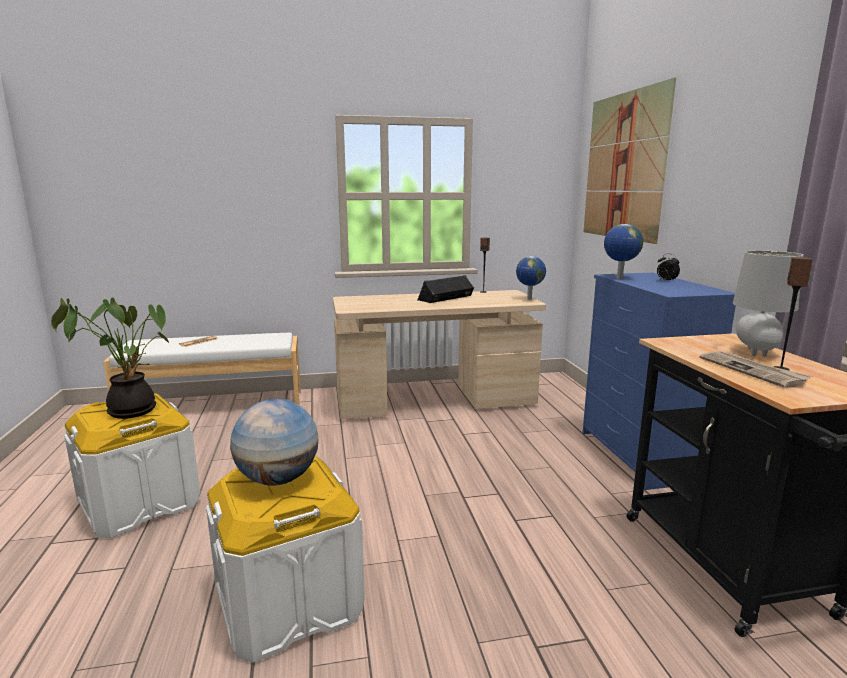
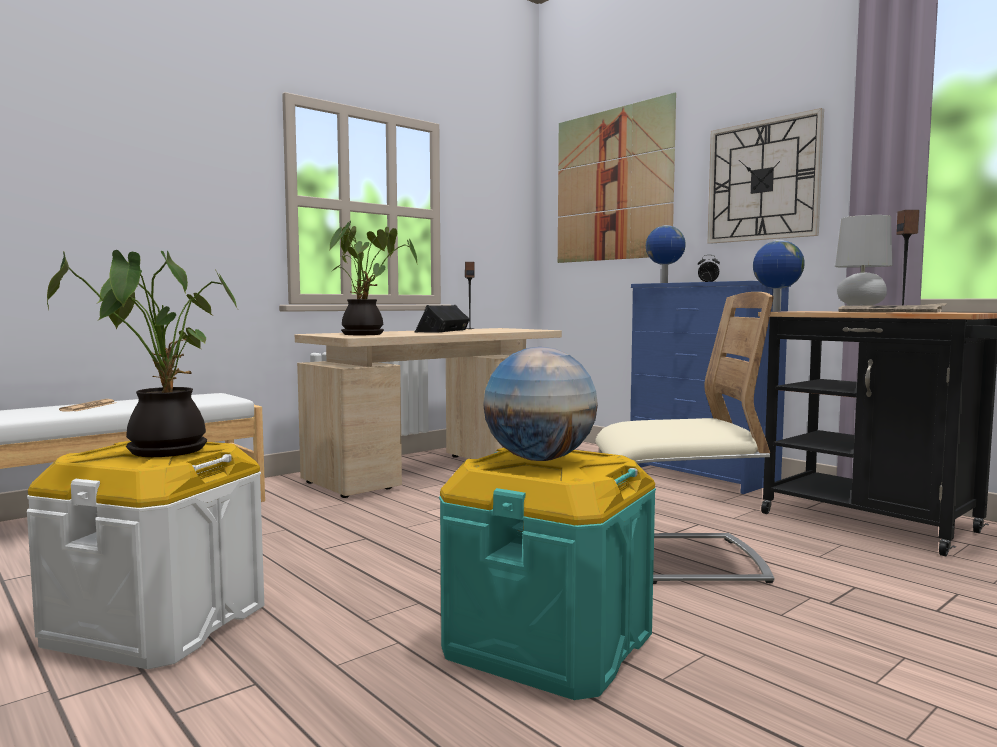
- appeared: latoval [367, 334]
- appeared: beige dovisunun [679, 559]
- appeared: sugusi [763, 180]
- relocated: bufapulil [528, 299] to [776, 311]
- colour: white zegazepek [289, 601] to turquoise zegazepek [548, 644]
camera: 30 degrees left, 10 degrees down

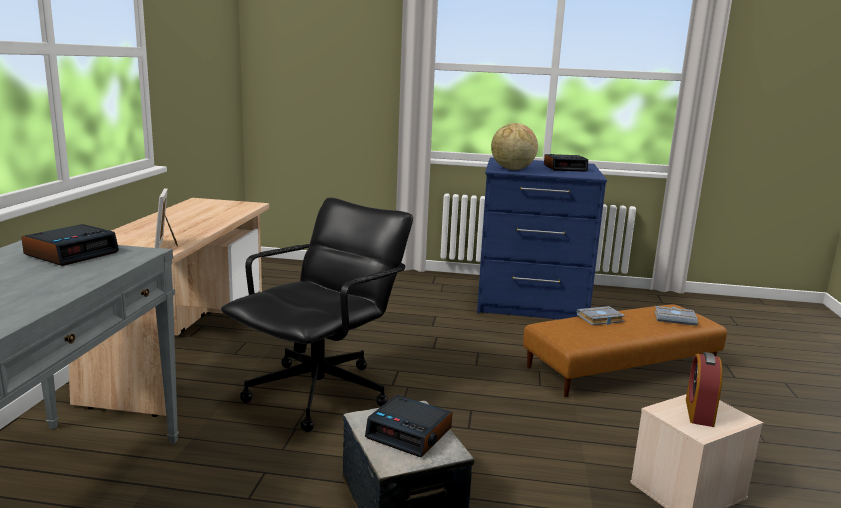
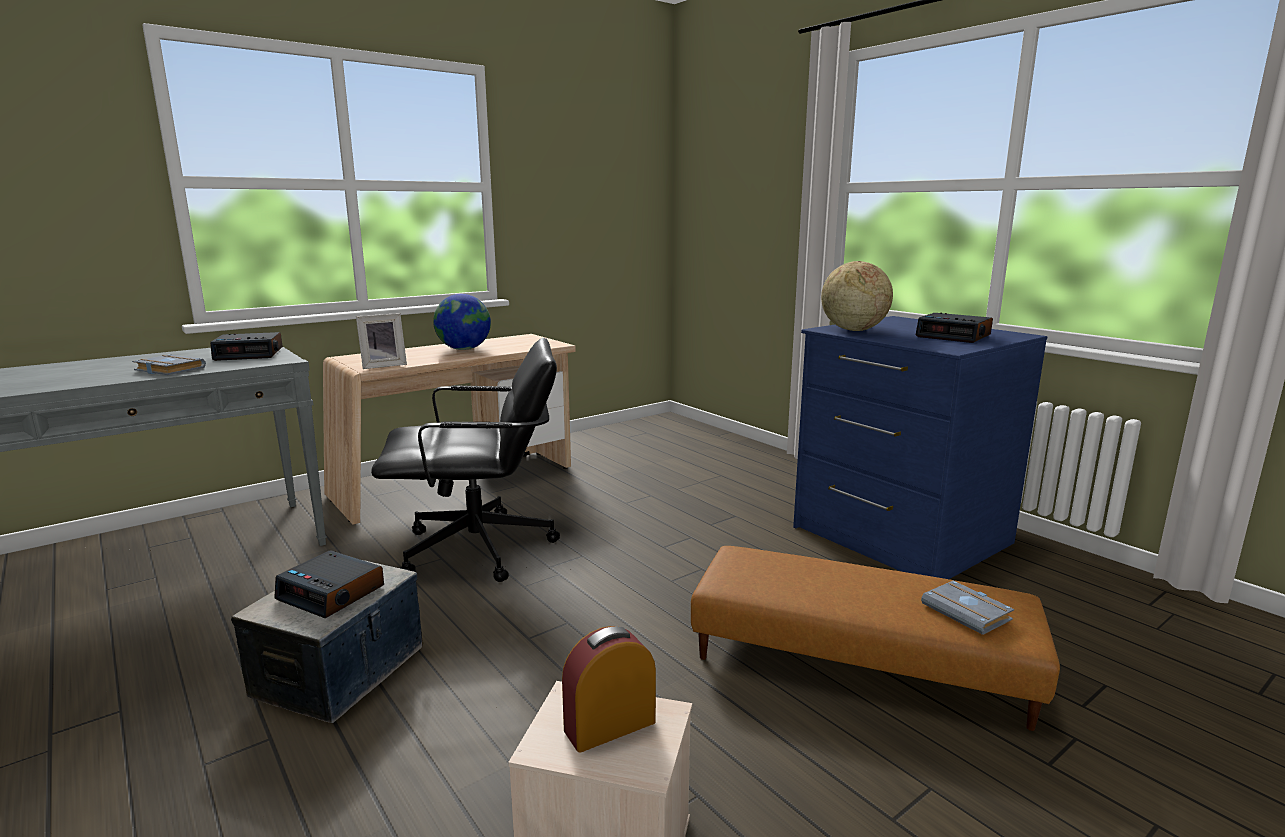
- appeared: bufapulil [464, 349]
- relocated: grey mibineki [600, 319] to [167, 370]
- spun: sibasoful [167, 245] = [383, 365] 150 degrees counterclockwise
- spun: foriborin [410, 433] = [332, 593] 45 degrees counterclockwise
camera: 45 degrees right, 0 degrees up

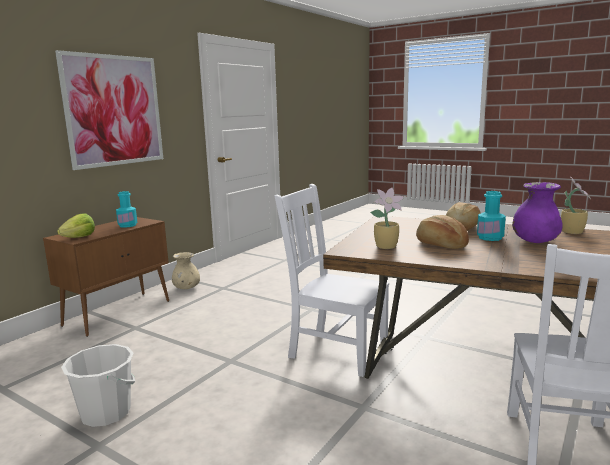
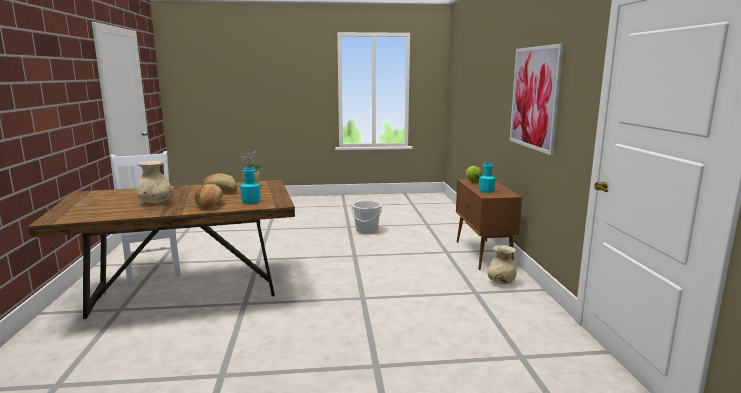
- missing: white dovisunun [335, 350]
- missing: latoval [572, 232]
- relocated: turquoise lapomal [490, 238] to [250, 201]
- colour: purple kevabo [535, 241] to beige kevabo [155, 203]
camera: 140 degrees right, 0 degrees up

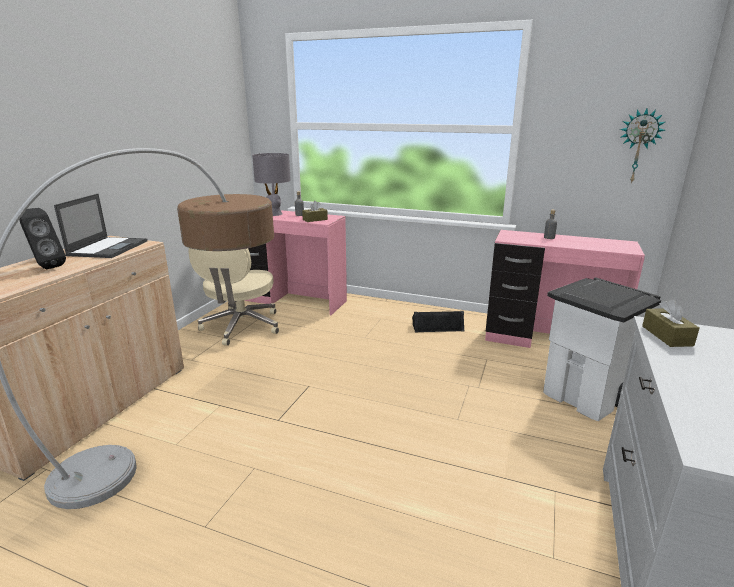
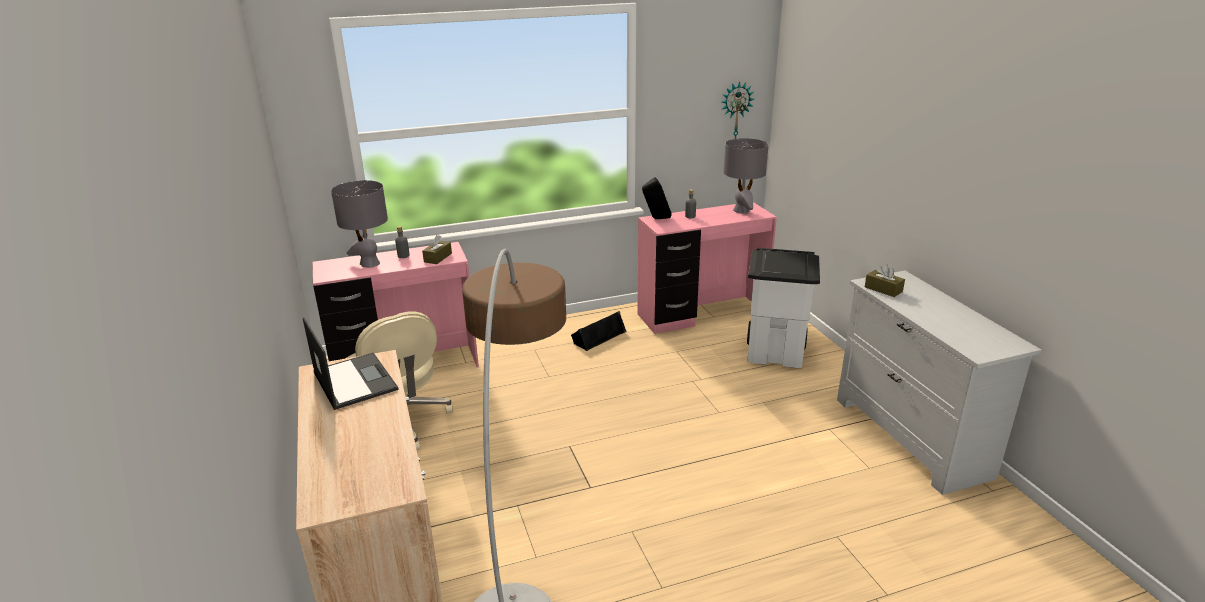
- appeared: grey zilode [741, 210]
- relocated: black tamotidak [46, 267] to [656, 219]
camera: 40 degrees left, 5 degrees up

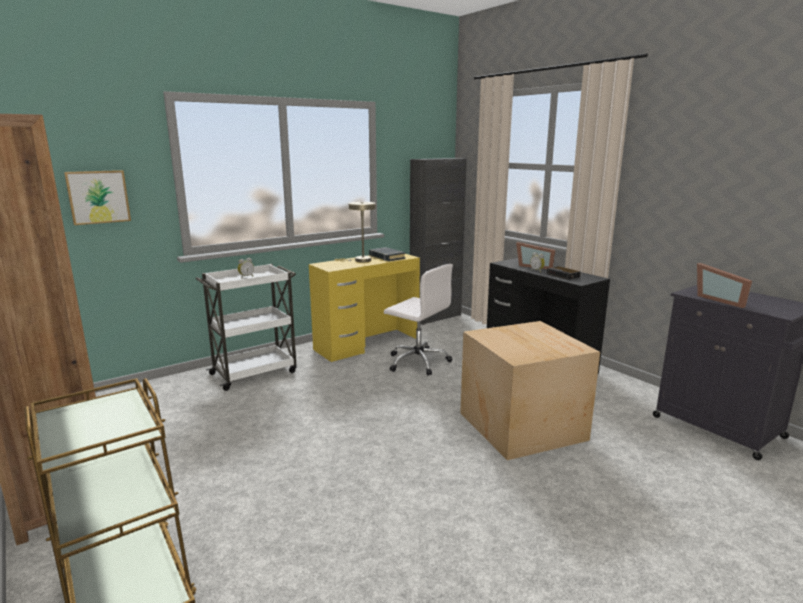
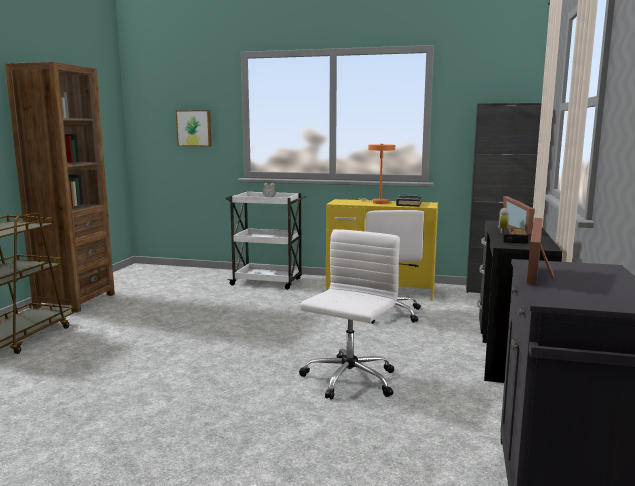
- exchanged: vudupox [522, 425] to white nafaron [348, 380]
- colour: beige zilode [359, 260] to orange zilode [377, 202]
camera: 50 degrees right, 5 degrees down

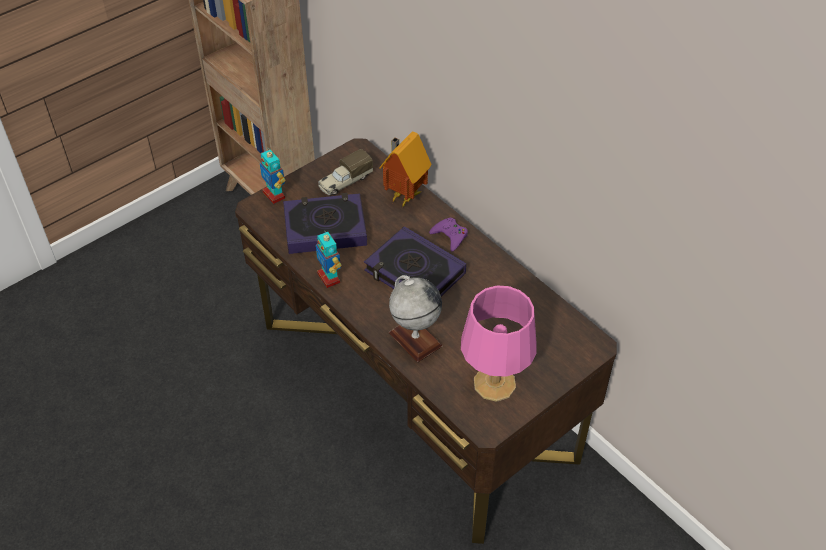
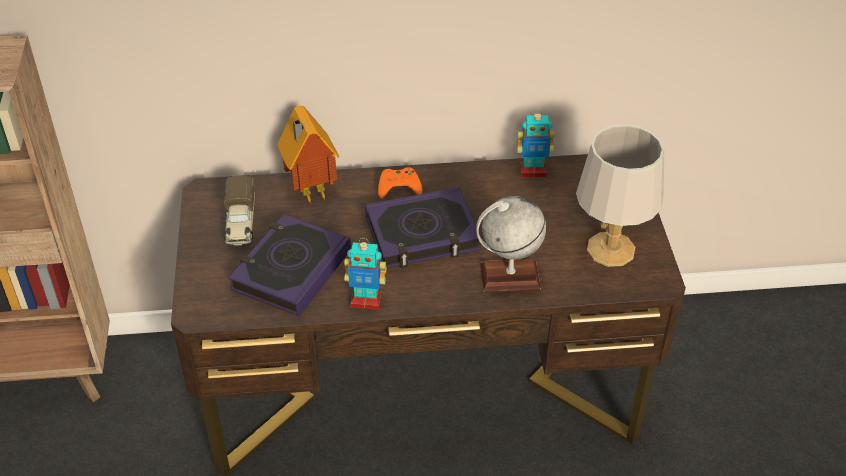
- relocated: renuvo [274, 195] to [533, 171]
- colour: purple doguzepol [450, 236] to orange doguzepol [399, 187]
- colour: pink zilode [495, 384] to grey zilode [612, 249]
camera: 55 degrees left, 5 degrees down

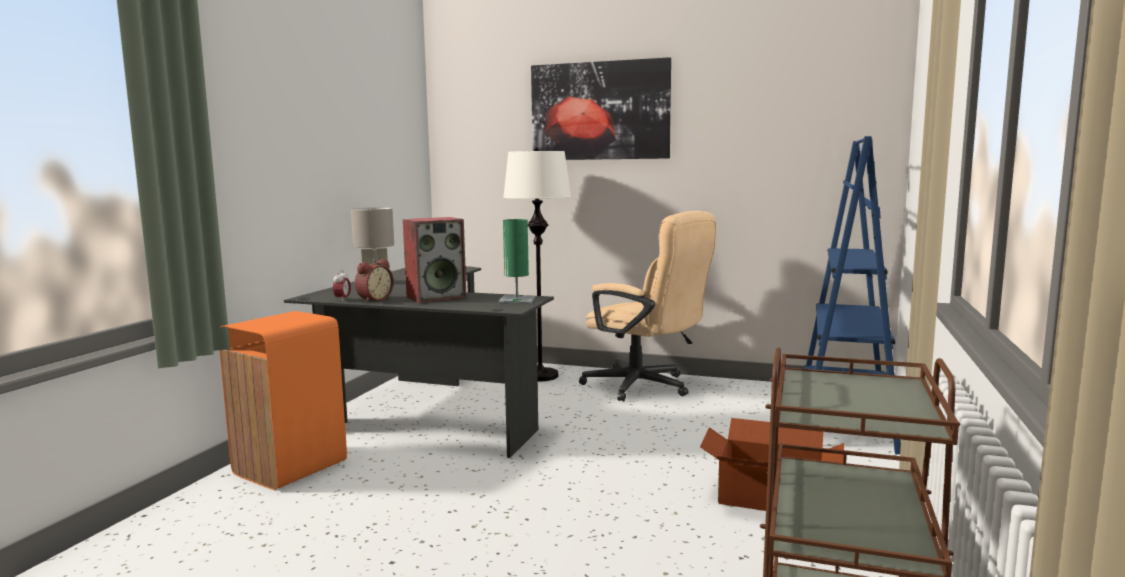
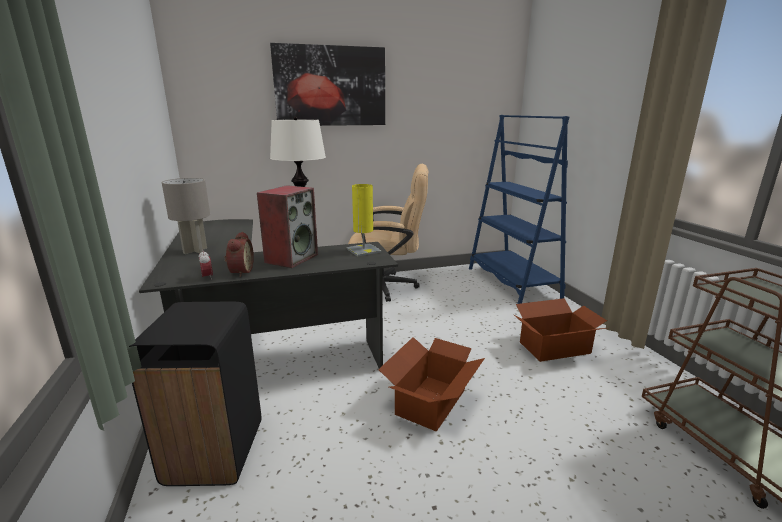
- appeared: vudupox [430, 402]
- colour: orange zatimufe [289, 467] to black zatimufe [213, 453]
- colour: green zilode [517, 300] to yellow zilode [363, 250]
camera: 35 degrees left, 10 degrees up

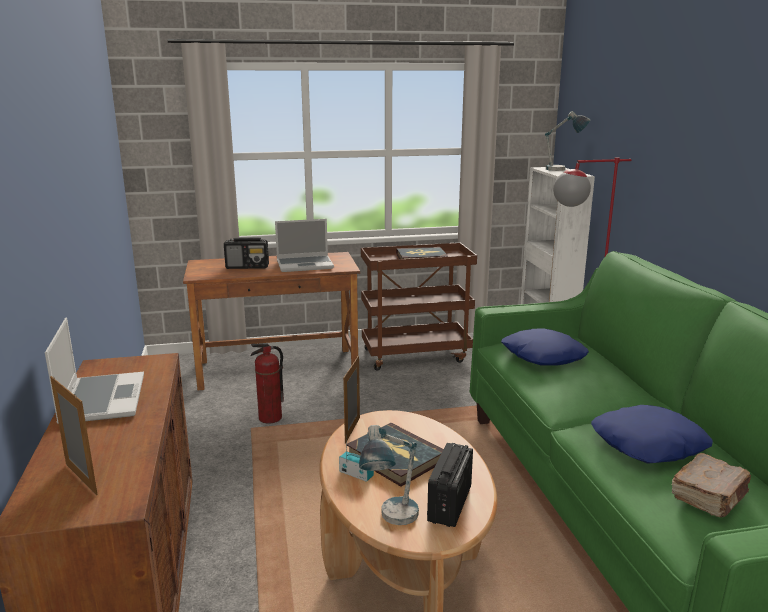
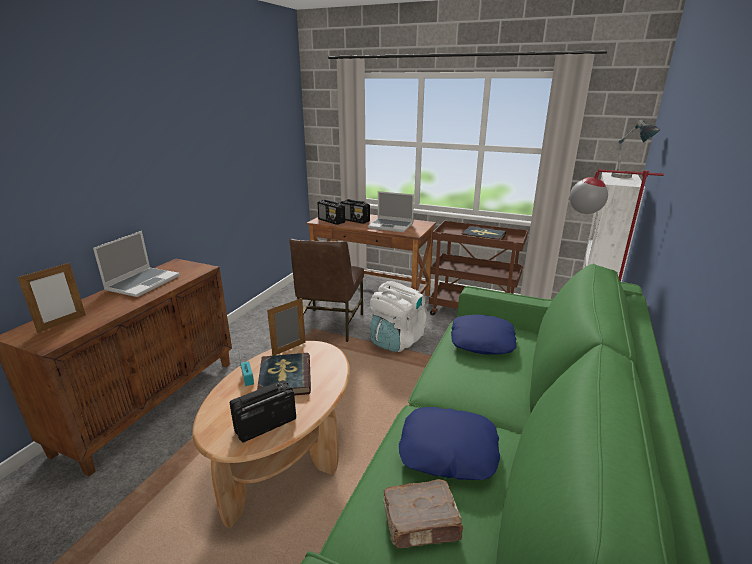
- missing: zilode [391, 522]
- appeared: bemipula [331, 221]
- appeared: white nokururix [396, 340]
- exchanged: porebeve [270, 418] to brown dovisunun [330, 326]
- spun: sibasoful [81, 479] = [62, 323] 45 degrees clockwise
camera: 35 degrees right, 5 degrees up

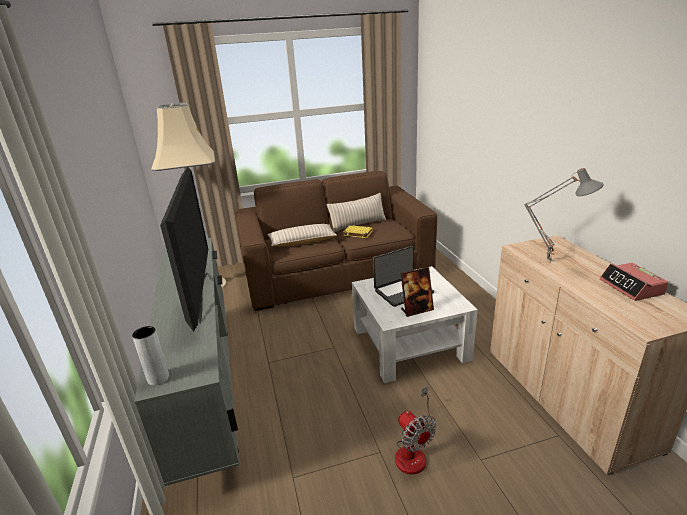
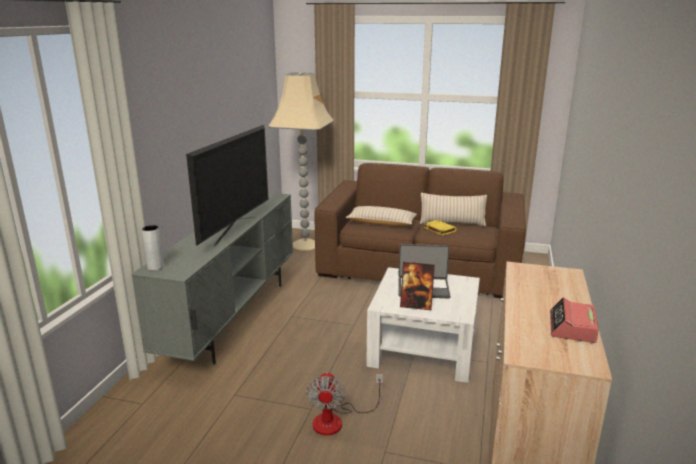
- missing: grey zilode [550, 261]
camera: 30 degrees right, 5 degrees down

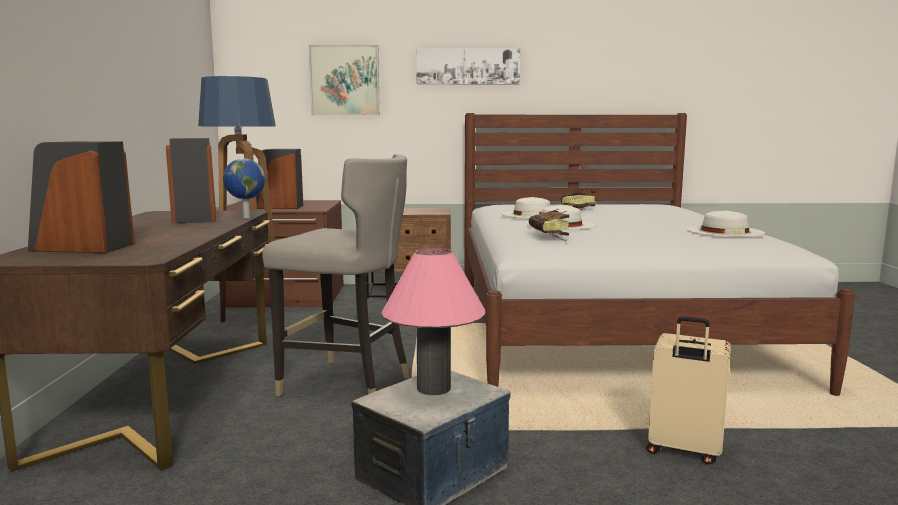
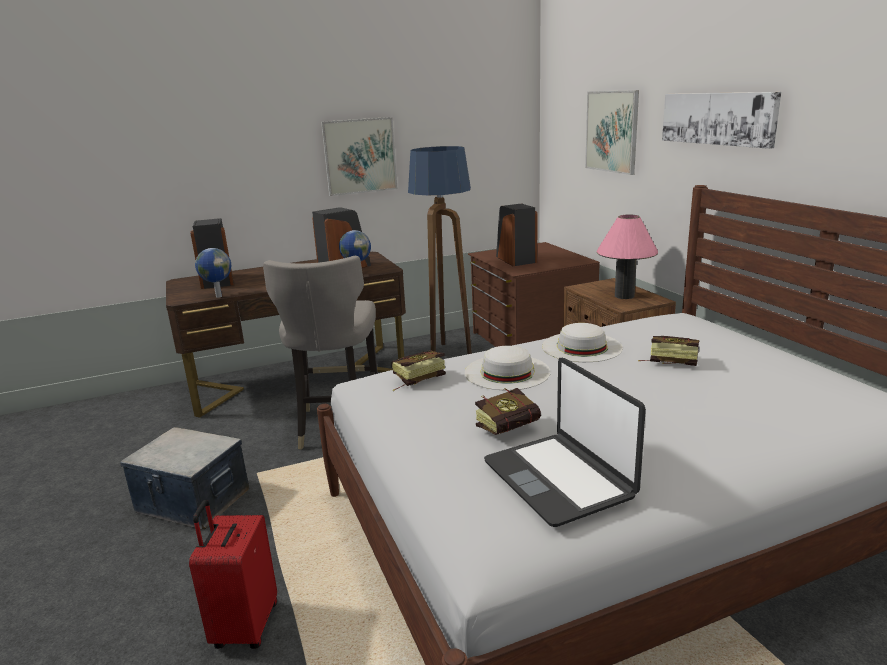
- appeared: bufapulil [218, 296]
- appeared: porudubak [360, 156]
- appeared: mibineki [513, 428]
- relocated: pink zilode [433, 388] to [624, 296]
- exchanged: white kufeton [724, 231] to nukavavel [559, 478]
- colour: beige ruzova [683, 451] to red ruzova [244, 626]
camera: 70 degrees right, 10 degrees up

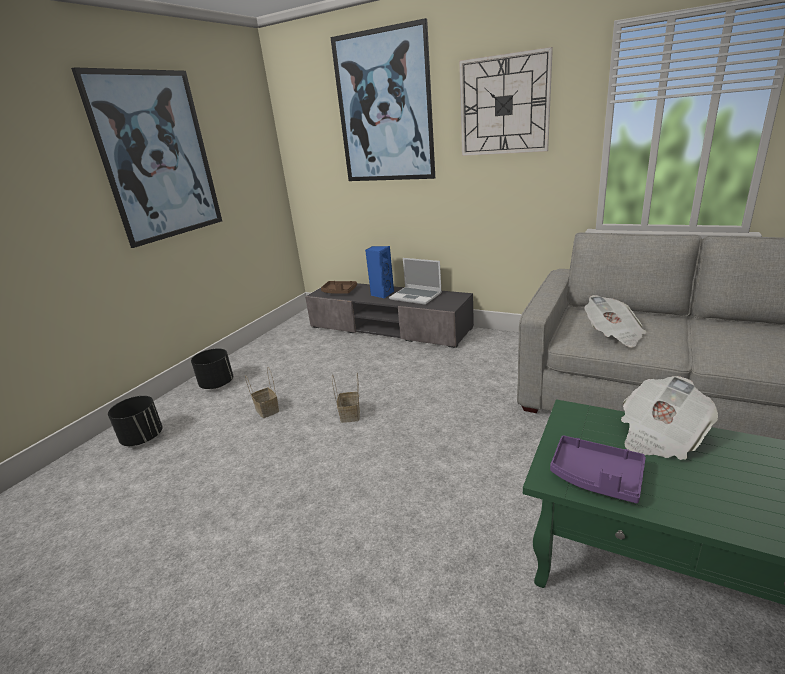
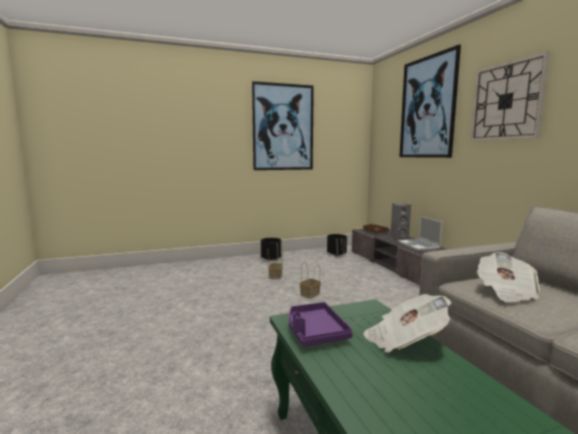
- relocated: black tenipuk [143, 438] to [336, 254]
- colour: blue tamotidak [382, 294] to grey tamotidak [398, 239]
camera: 40 degrees right, 15 degrees down

